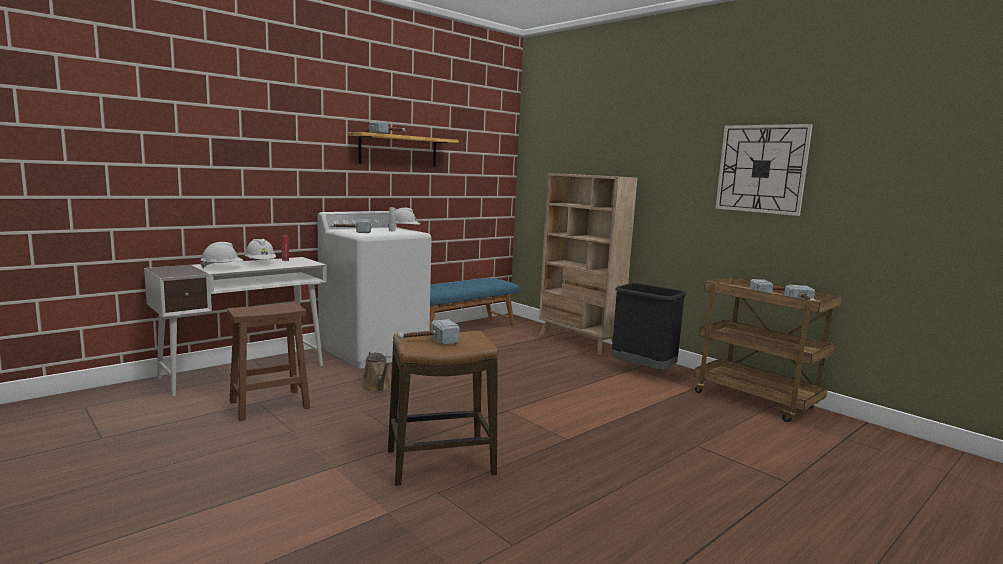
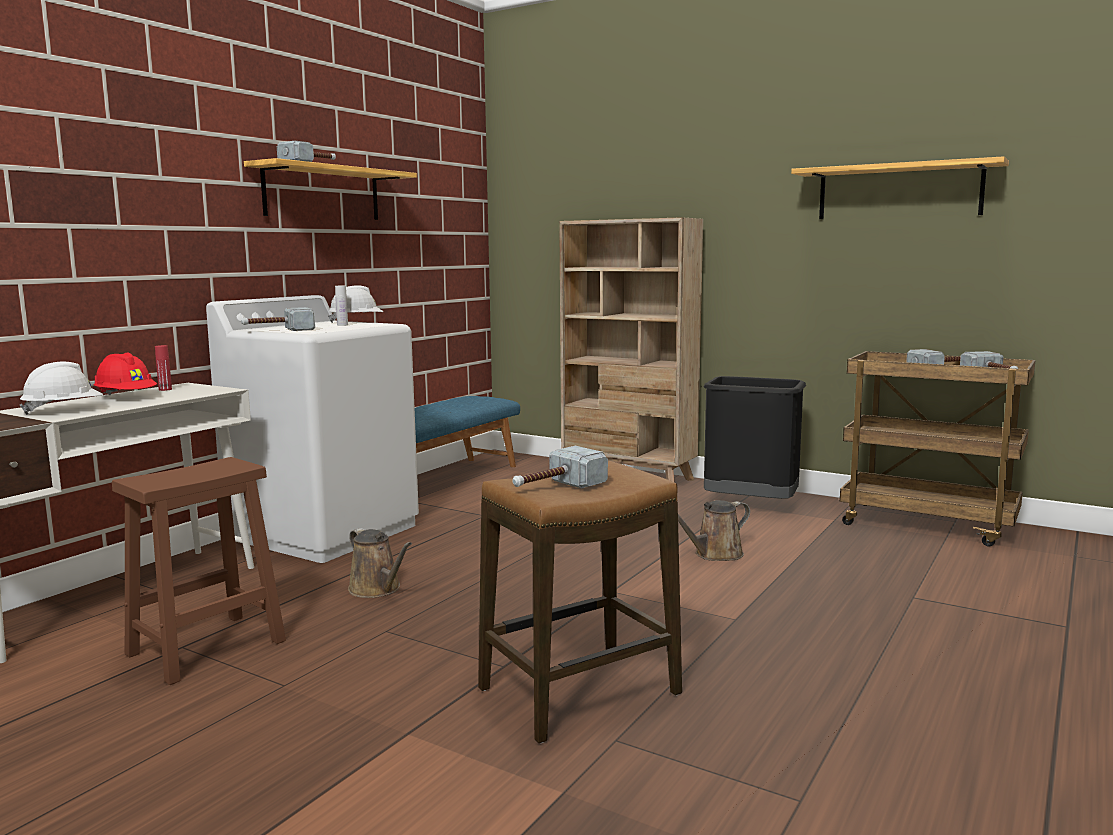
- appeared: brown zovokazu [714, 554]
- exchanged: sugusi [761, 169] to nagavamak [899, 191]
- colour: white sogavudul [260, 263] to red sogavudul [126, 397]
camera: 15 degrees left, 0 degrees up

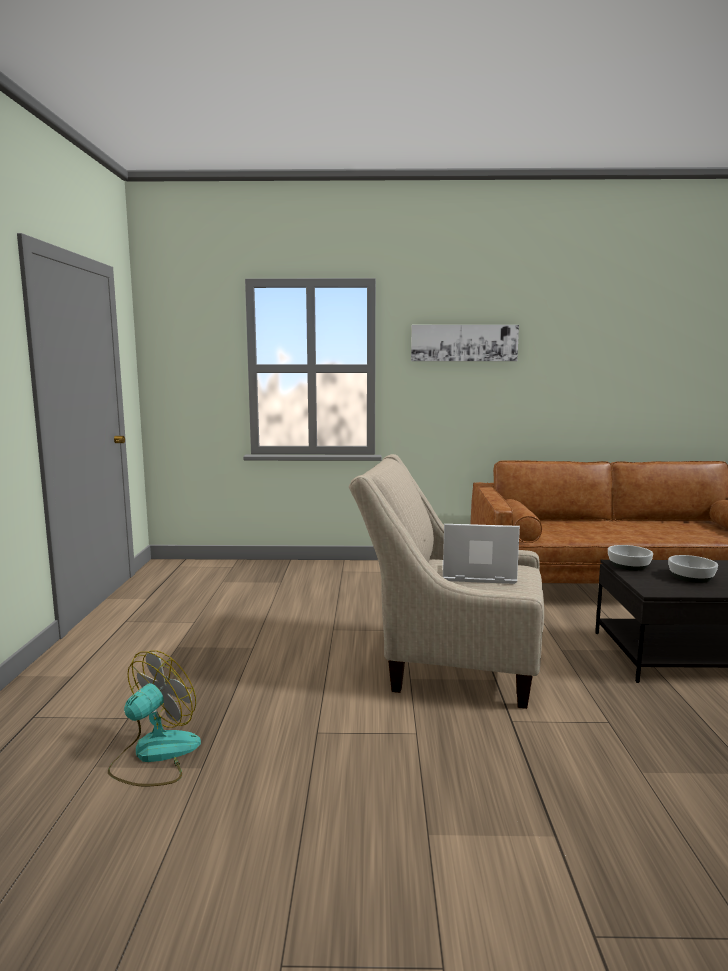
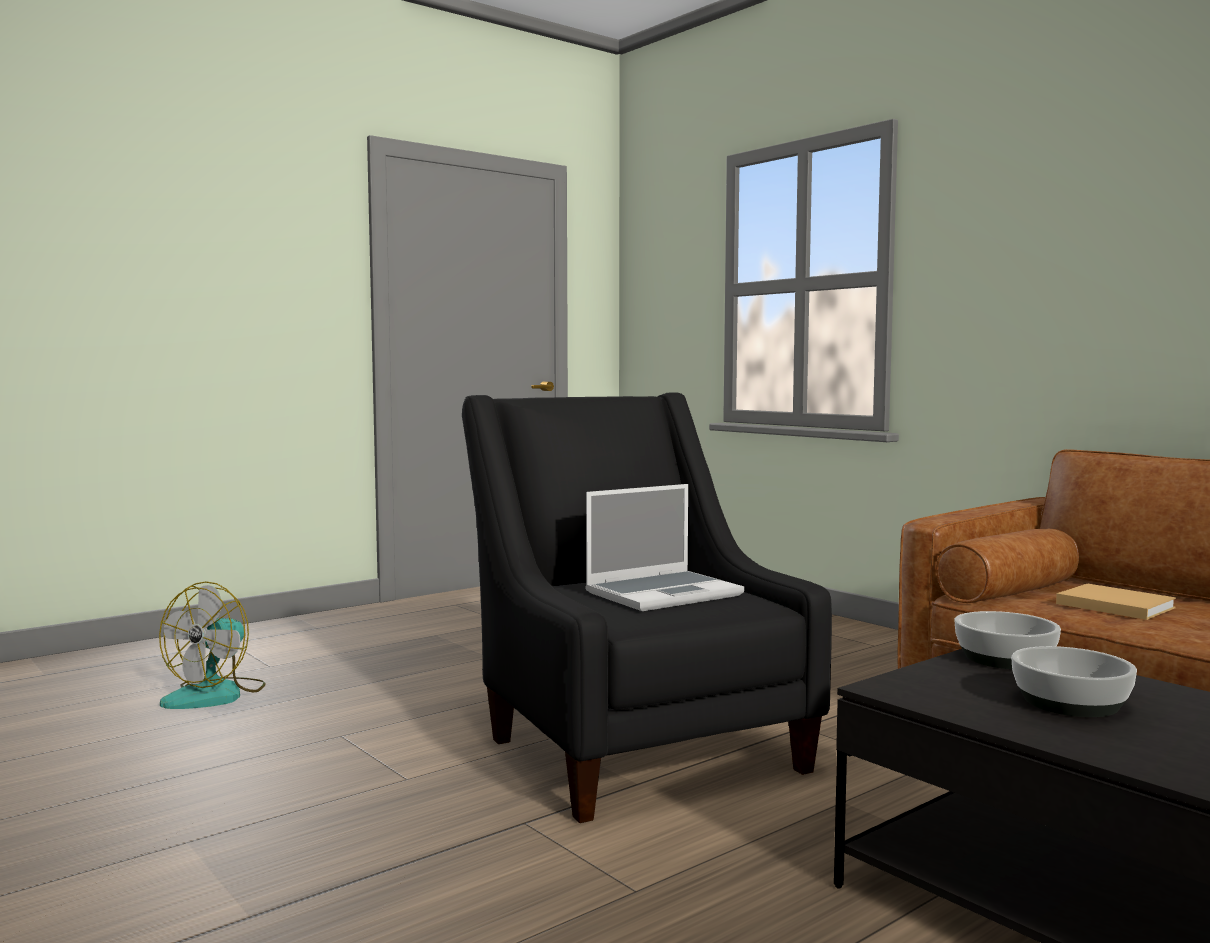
- missing: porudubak [464, 343]
- appeared: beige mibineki [1111, 605]
- colour: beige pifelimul [449, 663] to black pifelimul [635, 746]
- spun: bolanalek [154, 755] = [216, 695] 120 degrees clockwise
- spun: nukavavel [477, 574] = [664, 593] 90 degrees clockwise
camera: 50 degrees right, 5 degrees down

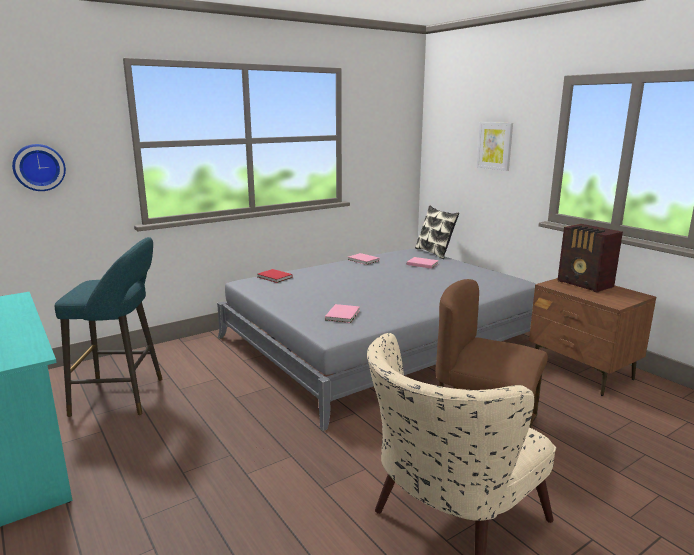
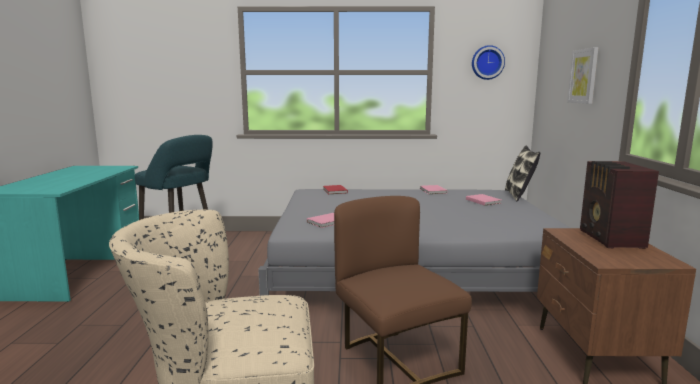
- relocated: sugusi [39, 167] to [487, 62]
camera: 35 degrees right, 5 degrees down

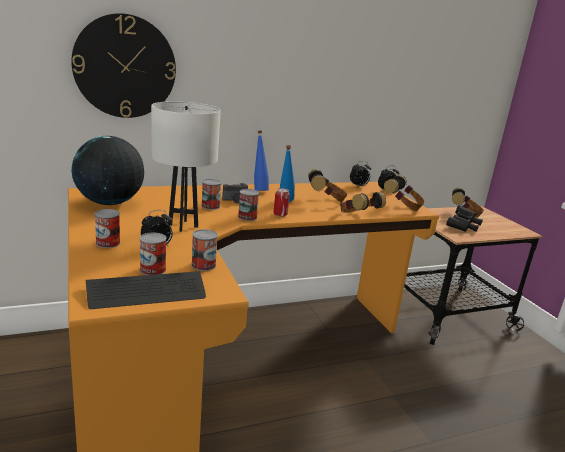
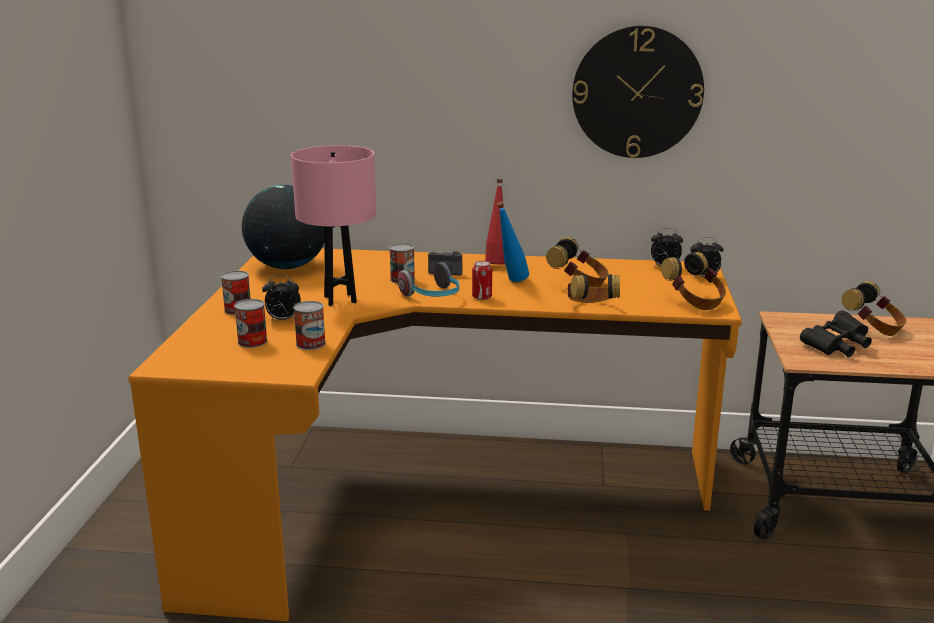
- missing: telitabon [146, 292]
- relocated: sugusi [125, 67] to [637, 92]
- exchanged: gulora [247, 217] to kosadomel [433, 296]
- colour: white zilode [182, 226] to pink zilode [340, 299]
- colour: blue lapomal [259, 190] to red lapomal [496, 263]
camera: 30 degrees right, 0 degrees up

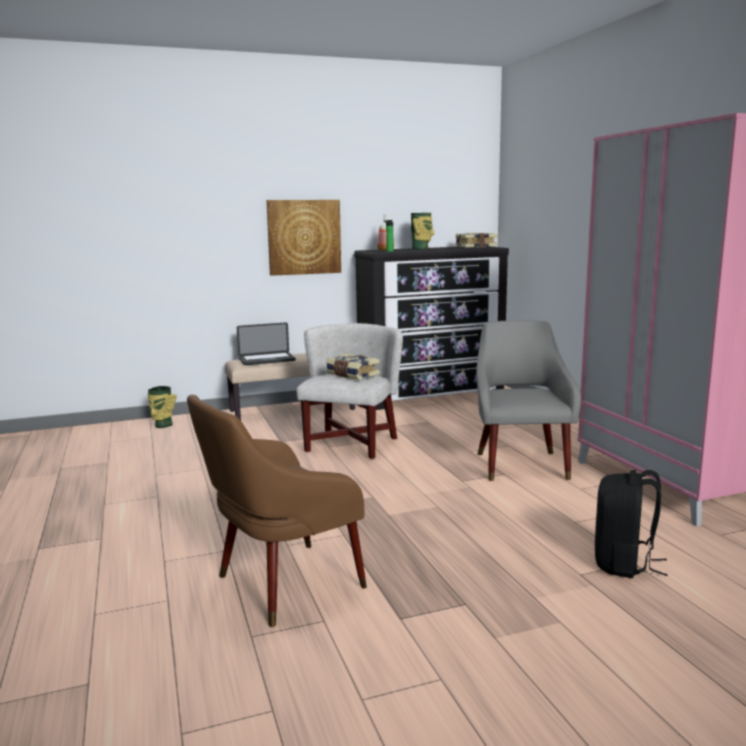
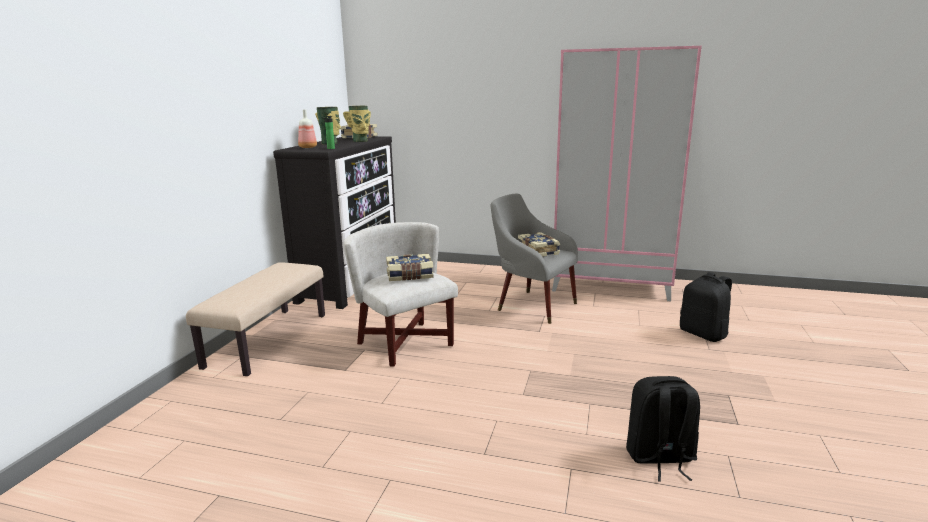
- missing: nukavavel [267, 360]
- missing: porudubak [304, 237]
- appeared: mibineki [539, 251]
- relocated: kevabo [162, 425] to [361, 141]
- exchanged: brown pifelimul [281, 585] to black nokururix [659, 458]
camera: 55 degrees left, 5 degrees up

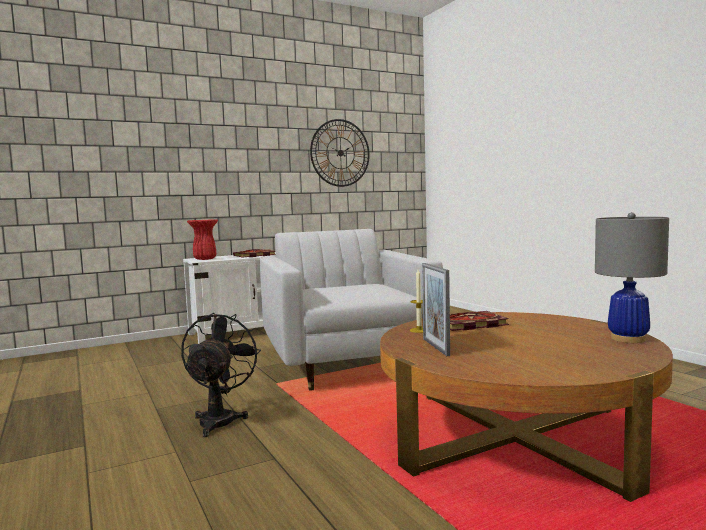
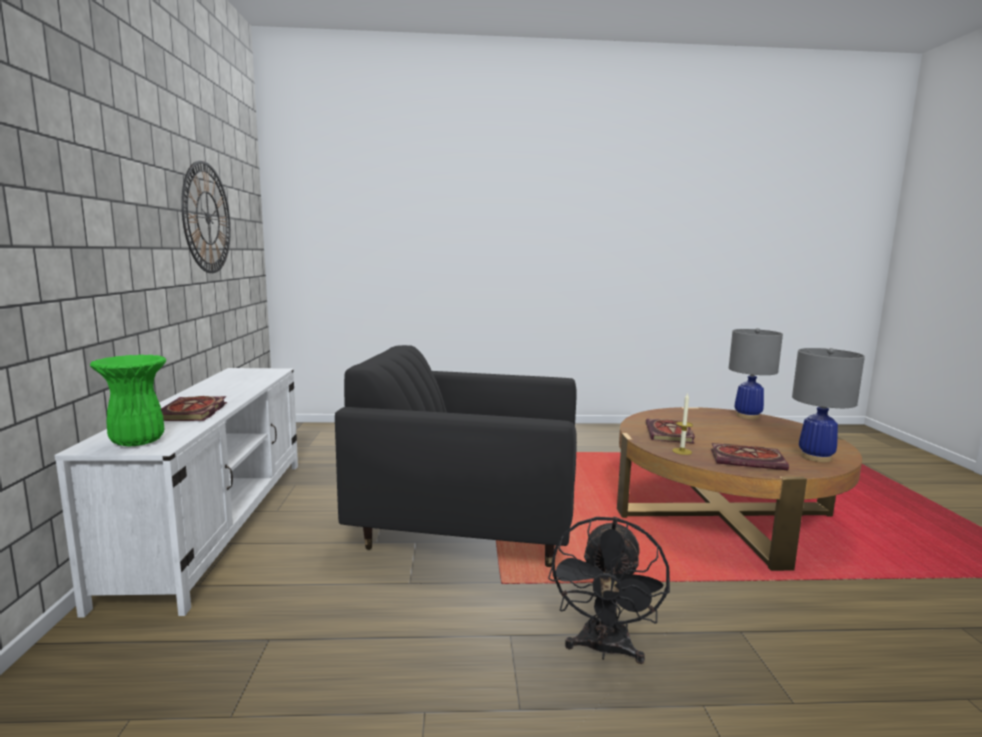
- appeared: grey zilode [815, 457]
- exchanged: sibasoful [435, 347] to mibineki [749, 459]
- colour: red kevabo [204, 259] to green kevabo [137, 442]
- colour: white pifelimul [346, 363] to black pifelimul [469, 525]
- spun: black bolanalek [220, 419] = [604, 650] 105 degrees counterclockwise
camera: 65 degrees left, 5 degrees up

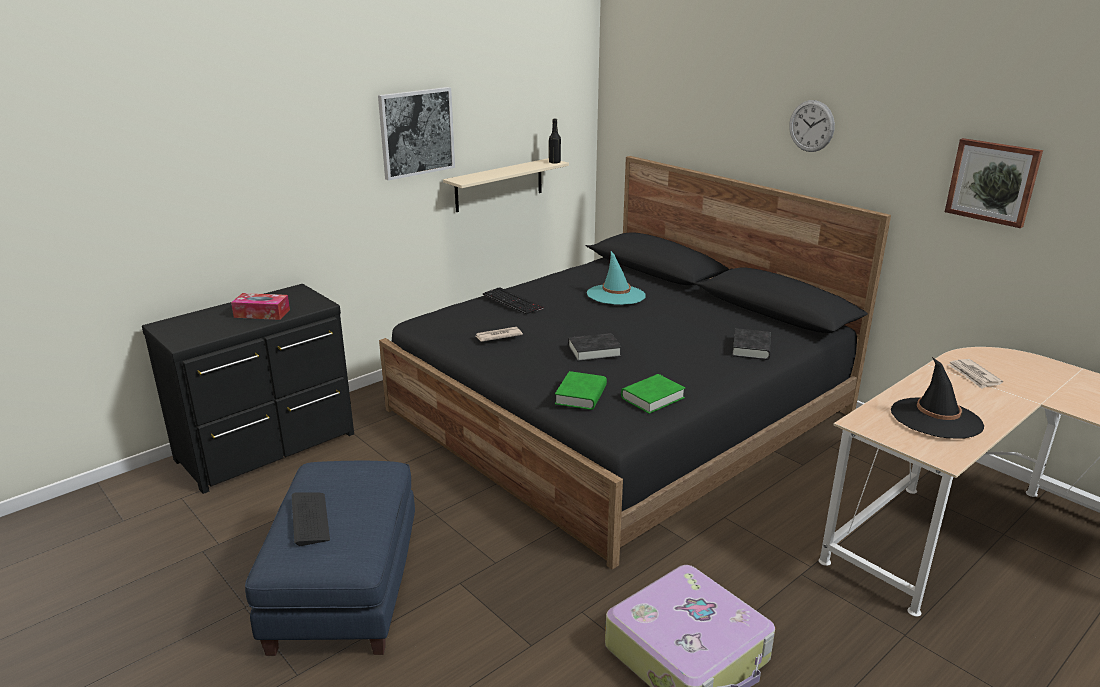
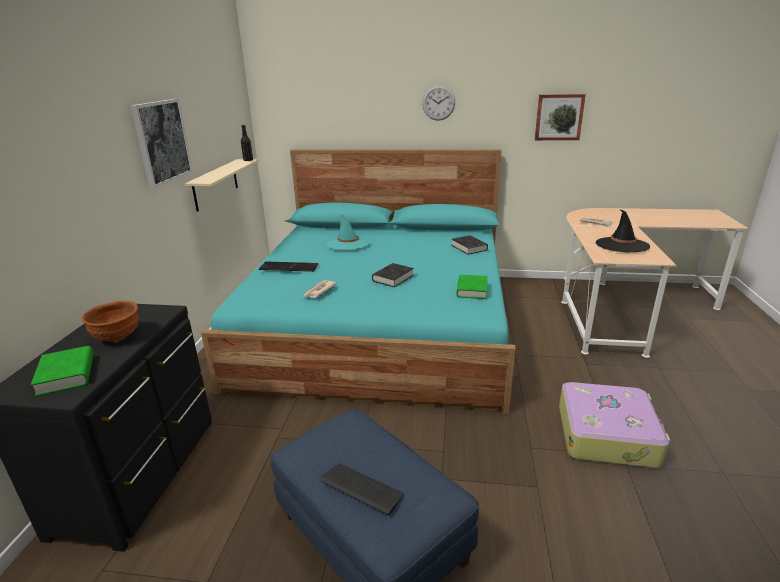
- relocated: green mibineki [581, 395] to [66, 375]
- exchanged: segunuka [262, 313] to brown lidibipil [117, 338]
- colour: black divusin [620, 411] to turquoise divusin [380, 323]
camera: 40 degrees left, 0 degrees up

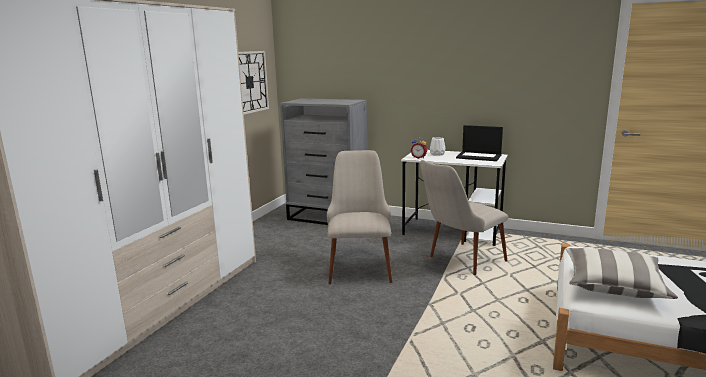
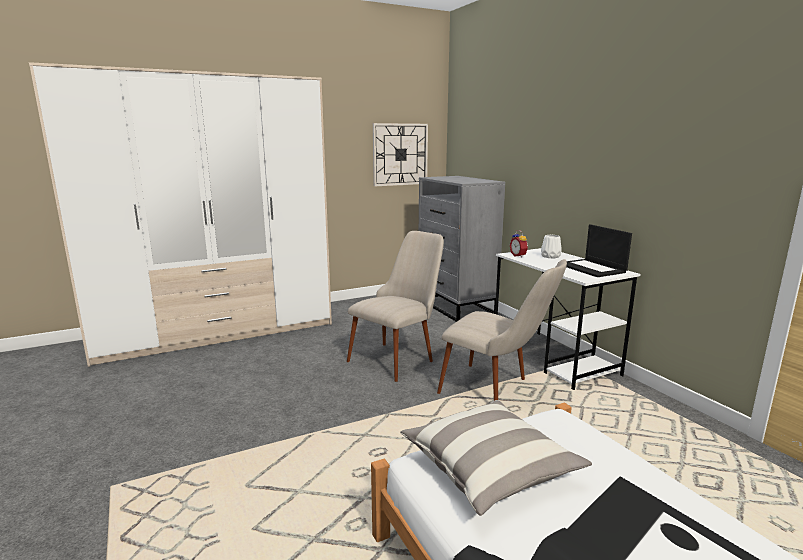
- spun: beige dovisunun [459, 262] = [497, 390] 150 degrees counterclockwise
camera: 40 degrees right, 0 degrees up

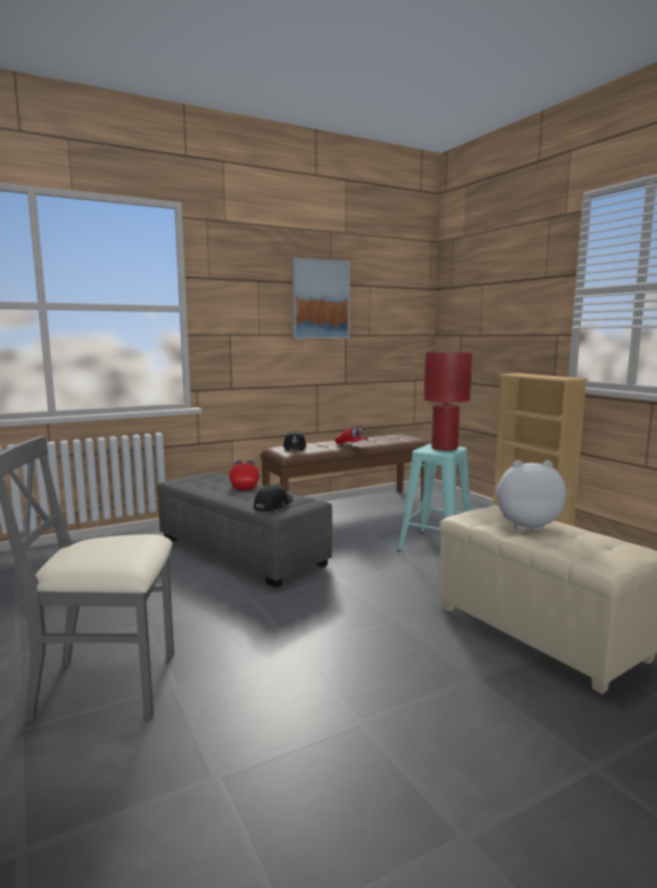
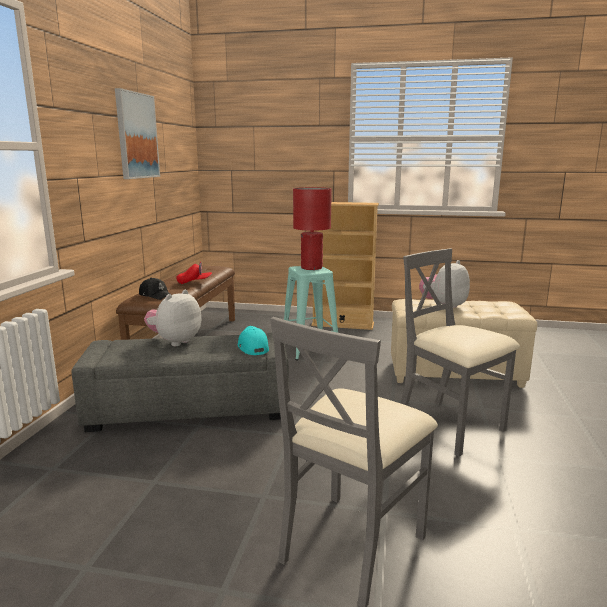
- appeared: grey dovisunun [450, 426]
- exchanged: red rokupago [244, 485] to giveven [175, 341]
- colour: black rokupago [273, 505] to turquoise rokupago [252, 347]
camera: 50 degrees left, 5 degrees up

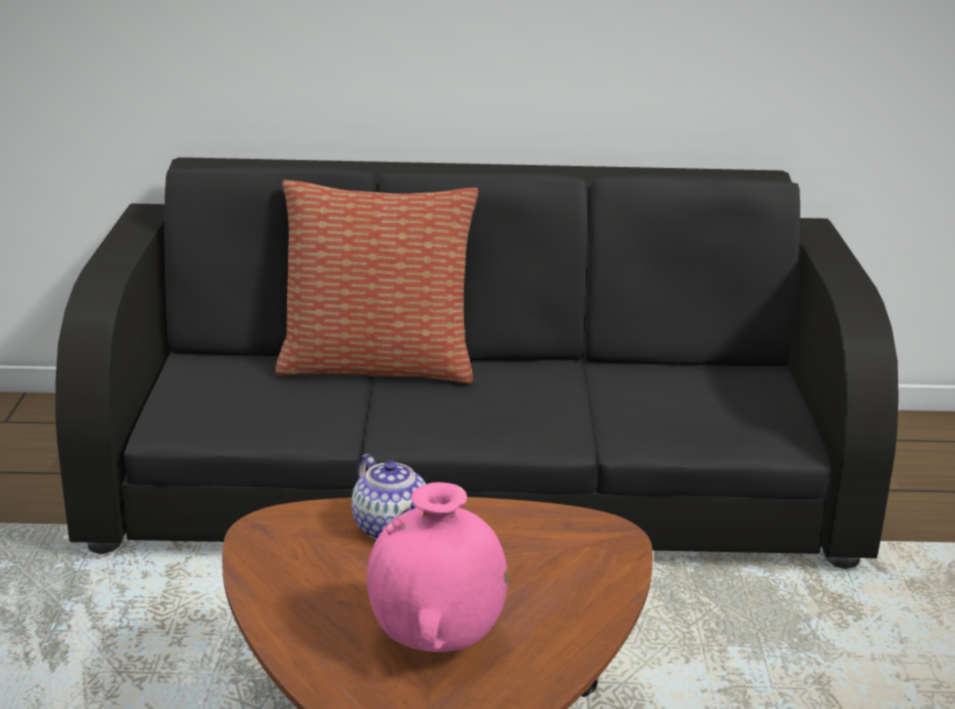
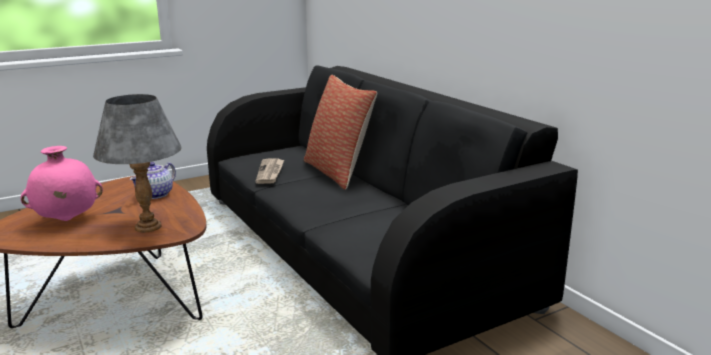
- appeared: grey zilode [148, 226]
- appeared: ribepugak [270, 172]
camera: 60 degrees right, 5 degrees down

